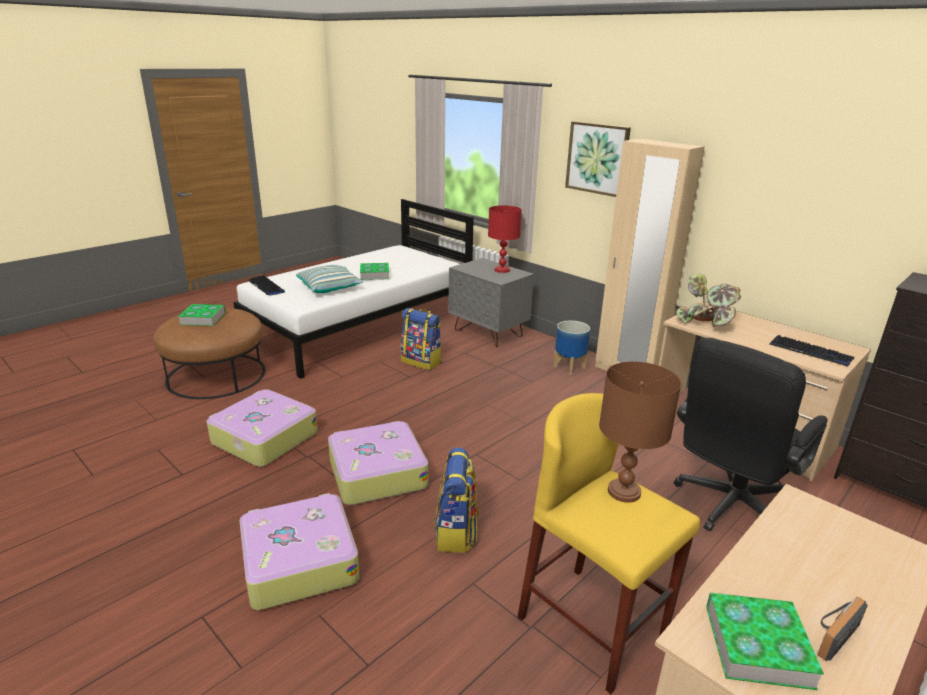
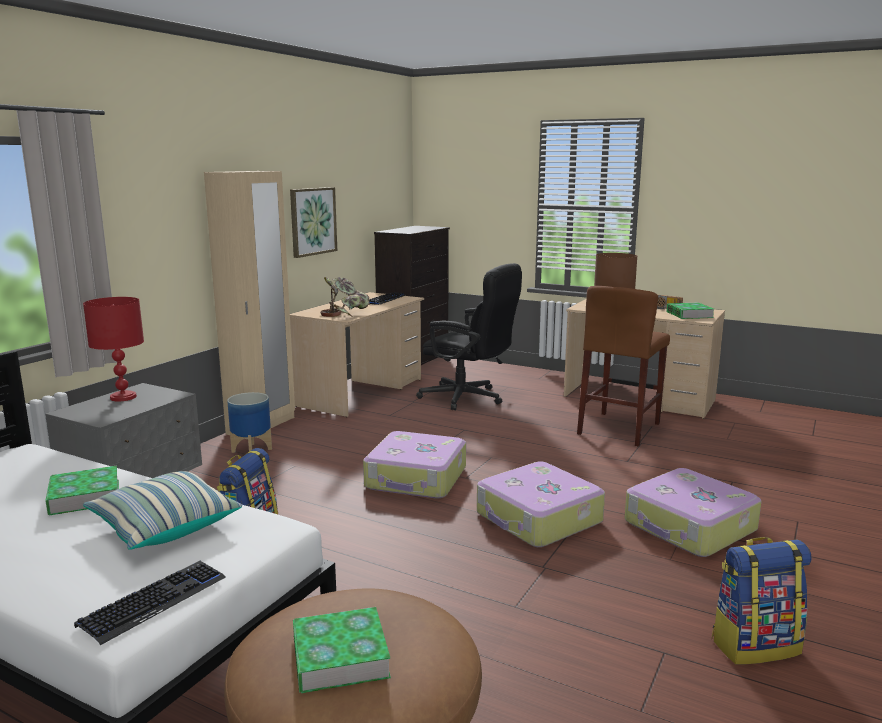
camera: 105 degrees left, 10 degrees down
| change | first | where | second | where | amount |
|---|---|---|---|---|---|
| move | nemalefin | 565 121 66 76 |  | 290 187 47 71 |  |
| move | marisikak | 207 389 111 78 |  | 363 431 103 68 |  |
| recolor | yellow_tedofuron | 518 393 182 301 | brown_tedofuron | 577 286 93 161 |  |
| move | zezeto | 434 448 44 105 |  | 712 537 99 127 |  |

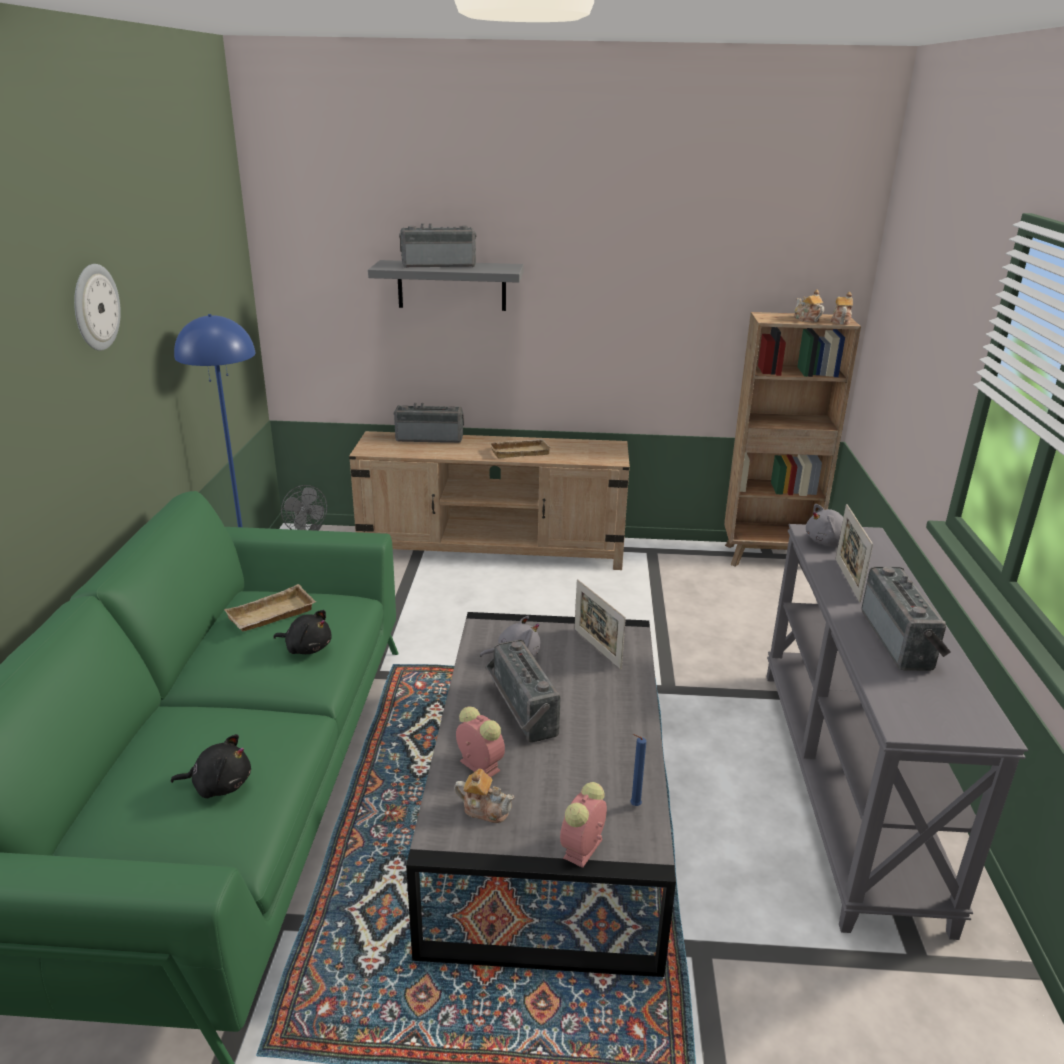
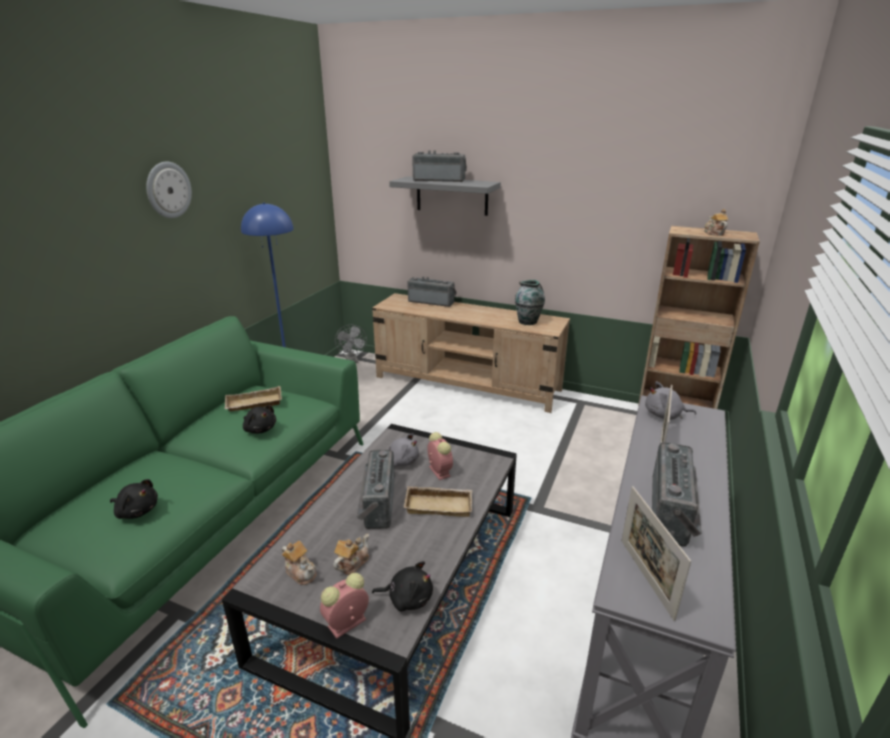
camera: 20 degrees right, 0 degrees up
| change | first | where | second | where | amount |
|---|---|---|---|---|---|
| move | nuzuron | 830 292 23 33 |  | 333 534 36 41 |  |
| replace | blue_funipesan | 630 734 16 72 | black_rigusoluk | 372 561 61 51 |  |
| move | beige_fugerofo | 489 439 62 19 |  | 404 486 68 31 |  |
| move | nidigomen | 456 706 49 71 |  | 427 432 26 48 |  |
| insert |  |  | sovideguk | 515 280 30 45 |  |
| move | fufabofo | 575 579 51 90 |  | 621 486 70 135 |  |

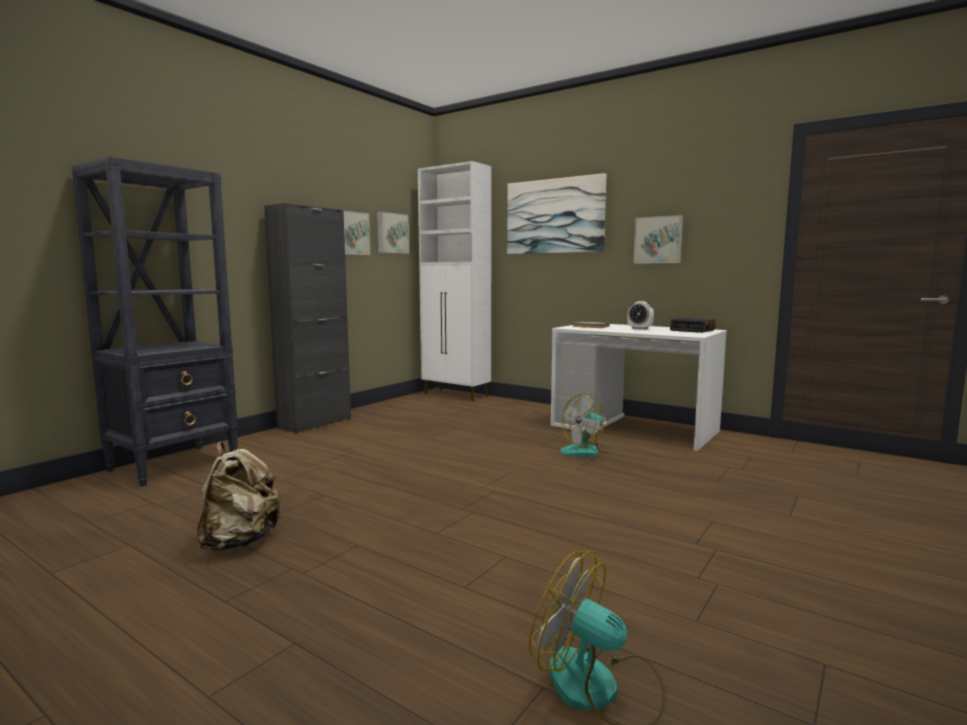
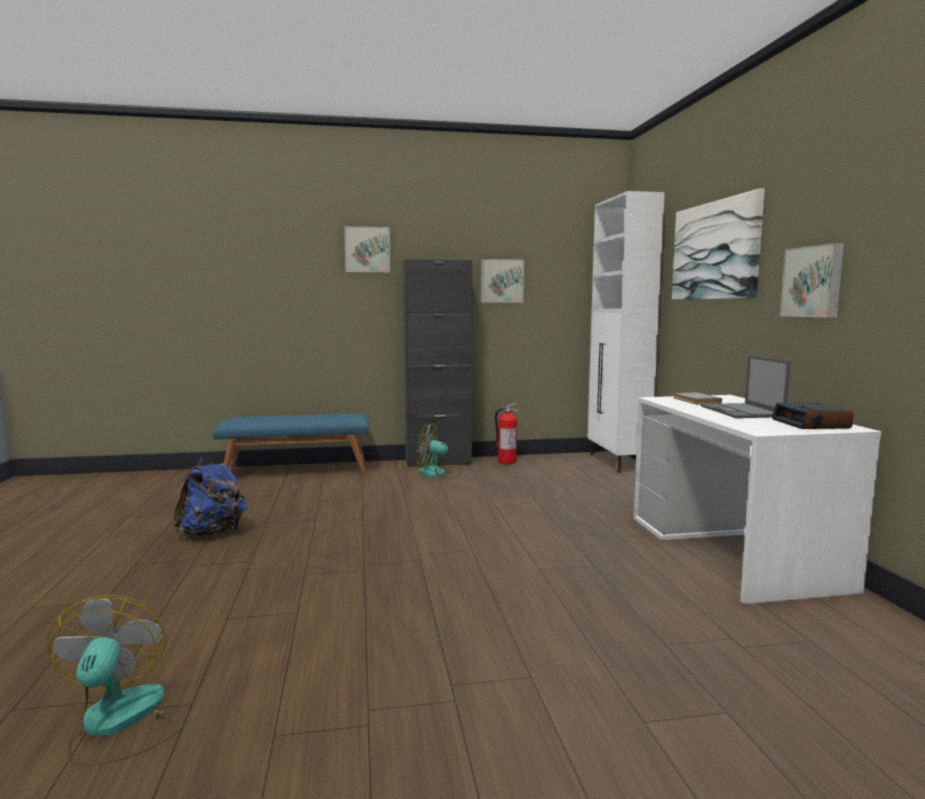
camera: 45 degrees right, 0 degrees up
| change | first | where | second | where | amount |
|---|---|---|---|---|---|
| recolor | beige_zezeto | 197 441 85 110 | blue_zezeto | 173 455 75 81 |  |
| replace | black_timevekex | 72 157 166 330 | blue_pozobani | 213 414 156 62 |  |
| move | nemalefin | 377 211 32 43 |  | 344 226 46 47 |  |
| move | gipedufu | 560 393 52 64 |  | 416 423 46 55 |  |
| insert |  |  | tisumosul | 495 403 24 61 |  |
| replace | nidigomen | 627 301 27 29 | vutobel | 701 355 90 63 |  |

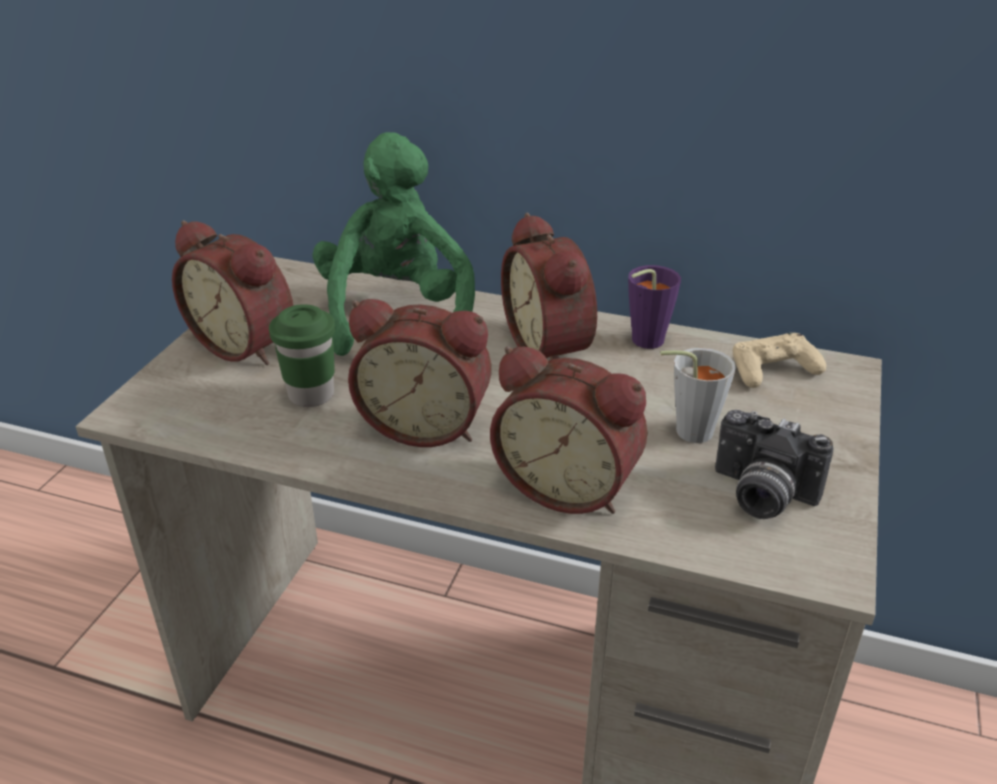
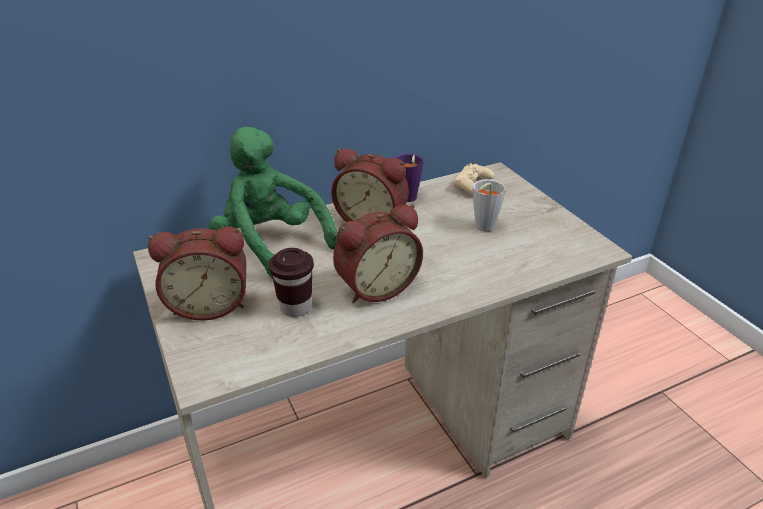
camera: 45 degrees left, 0 degrees up
| change | first | where | second | where | amount |
|---|---|---|---|---|---|
| recolor | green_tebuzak | 269 304 66 103 | brown_tebuzak | 269 248 45 69 |  |
| delete | nidigomen | 490 346 157 168 |  |  |  |
| delete | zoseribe | 715 410 119 109 |  |  |  |

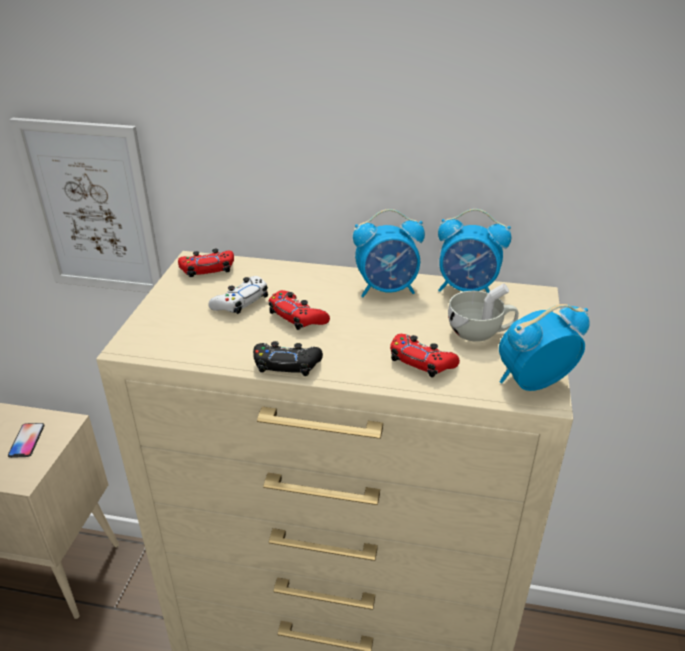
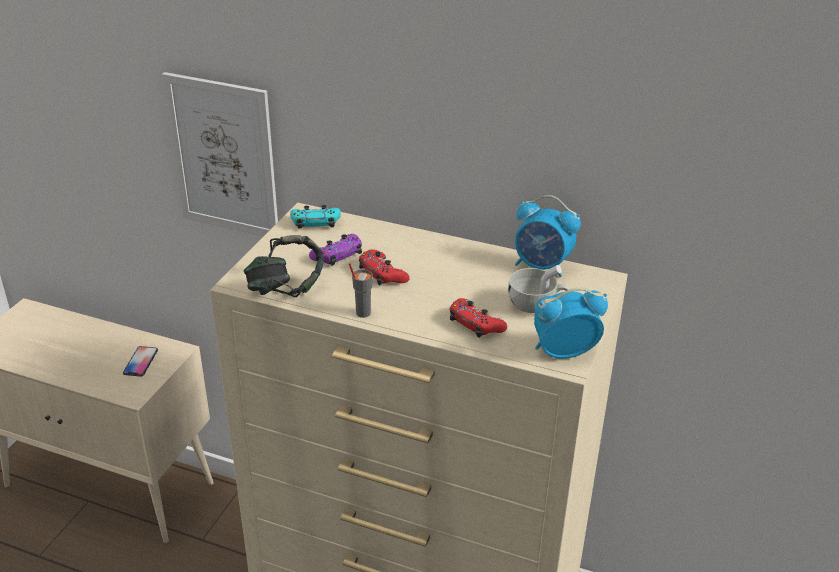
camera: 10 degrees right, 0 degrees up
| change | first | where | second | where | amount |
|---|---|---|---|---|---|
| insert |  |  | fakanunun | 244 235 80 62 |  |
| recolor | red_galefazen | 178 249 56 28 | turquoise_galefazen | 290 205 51 24 |  |
| recolor | white_galefazen | 208 276 60 38 | purple_galefazen | 309 234 53 32 |  |
| replace | black_galefazen | 253 341 70 35 | grey_tebuzak | 349 263 24 55 |  |
| delete | nidigomen | 353 209 72 88 |  |  |  |

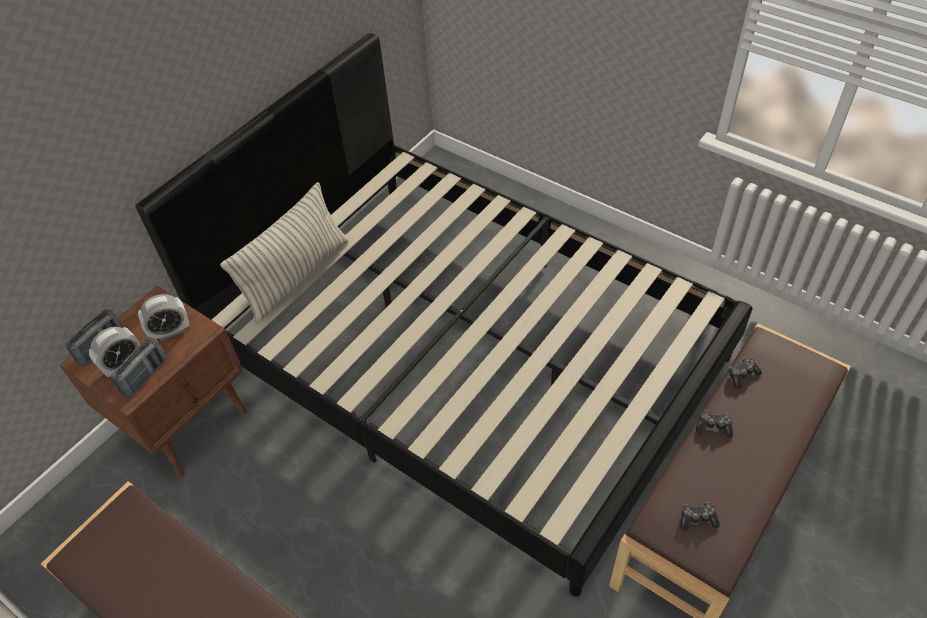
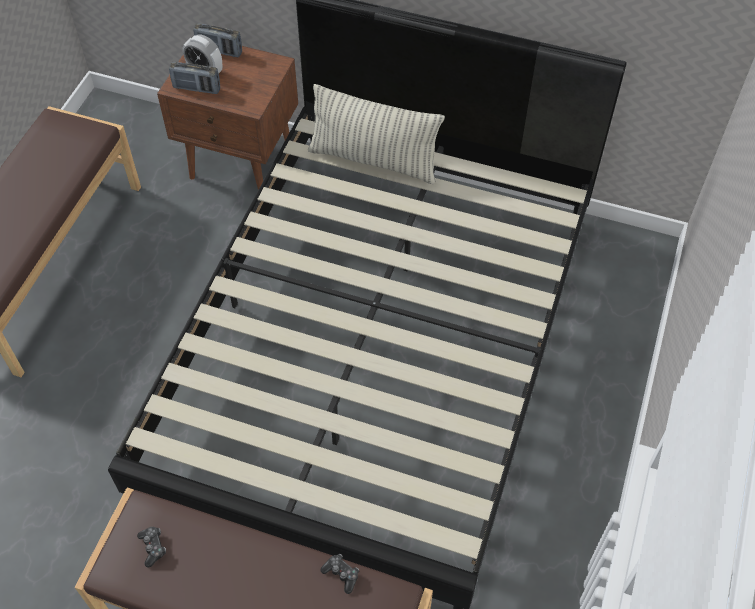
camera: 70 degrees right, 5 degrees up
| change | first | where | second | where | amount |
|---|---|---|---|---|---|
| delete | nidigomen | 138 294 52 47 |  |  |  |
| delete | galefazen | 696 410 37 28 |  |  |  |

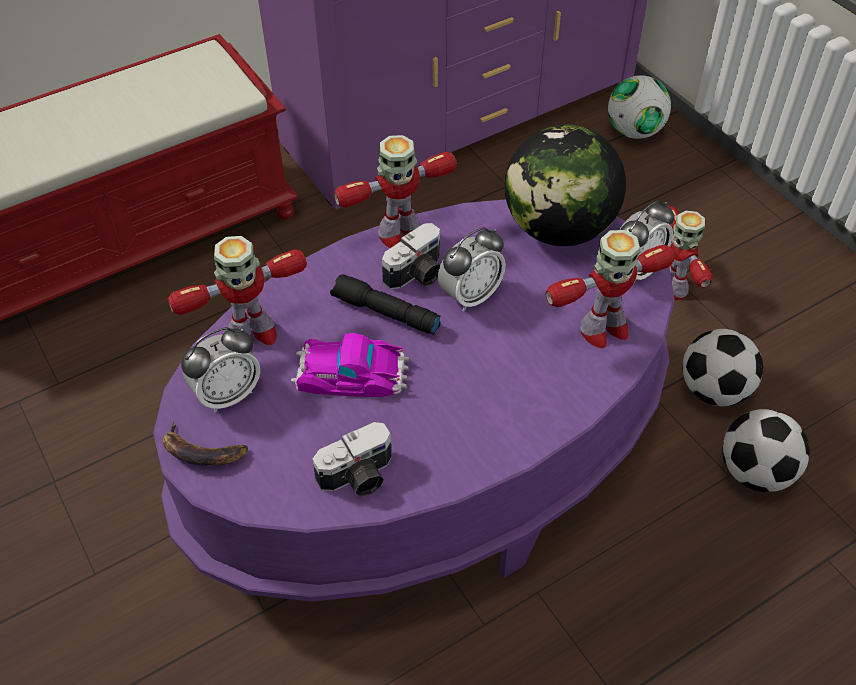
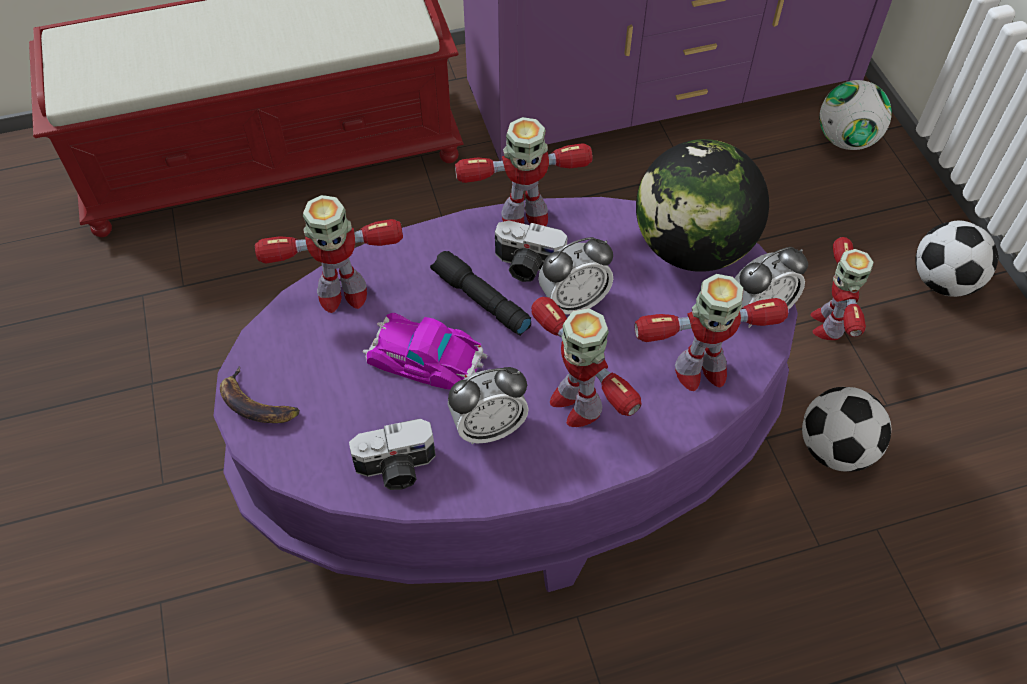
camera: 15 degrees right, 5 degrees up
| change | first | where | second | where | amount |
|---|---|---|---|---|---|
| move | nidigomen | 181 327 79 85 |  | 448 367 81 77 |  |
| rotate | zoseribe | 382 223 58 67 |  | 495 220 73 62 | 45 degrees clockwise |
| insert |  |  | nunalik | 531 297 111 130 |  |
| move | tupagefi | 722 409 88 83 |  | 915 221 83 76 |  |

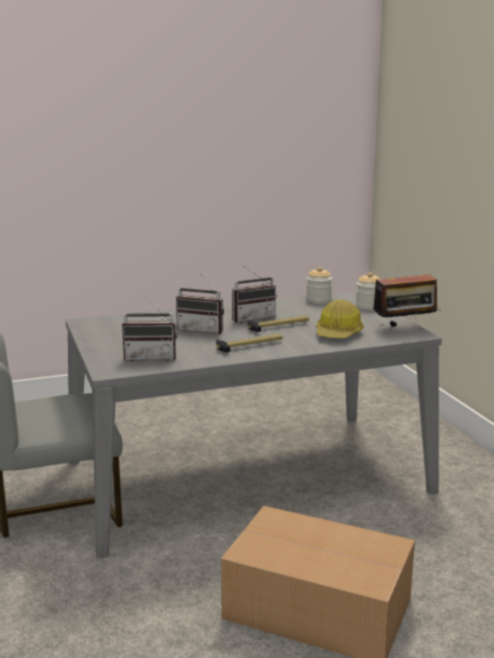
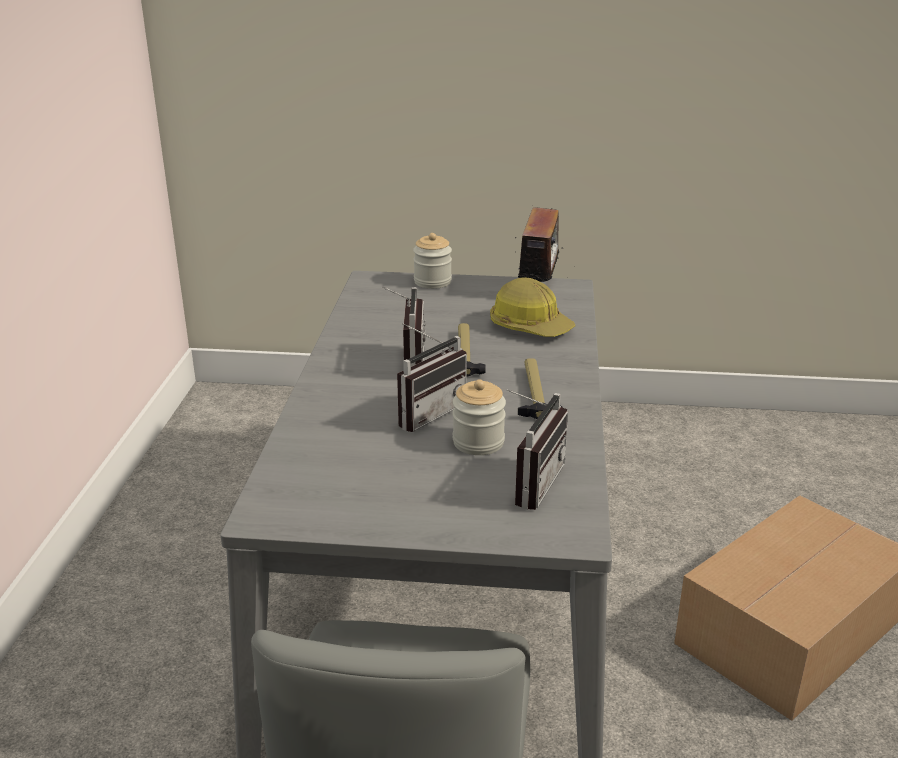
camera: 65 degrees left, 10 degrees up
| change | first | where | second | where | amount |
|---|---|---|---|---|---|
| move | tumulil | 306 267 26 37 |  | 452 379 54 76 |  |

